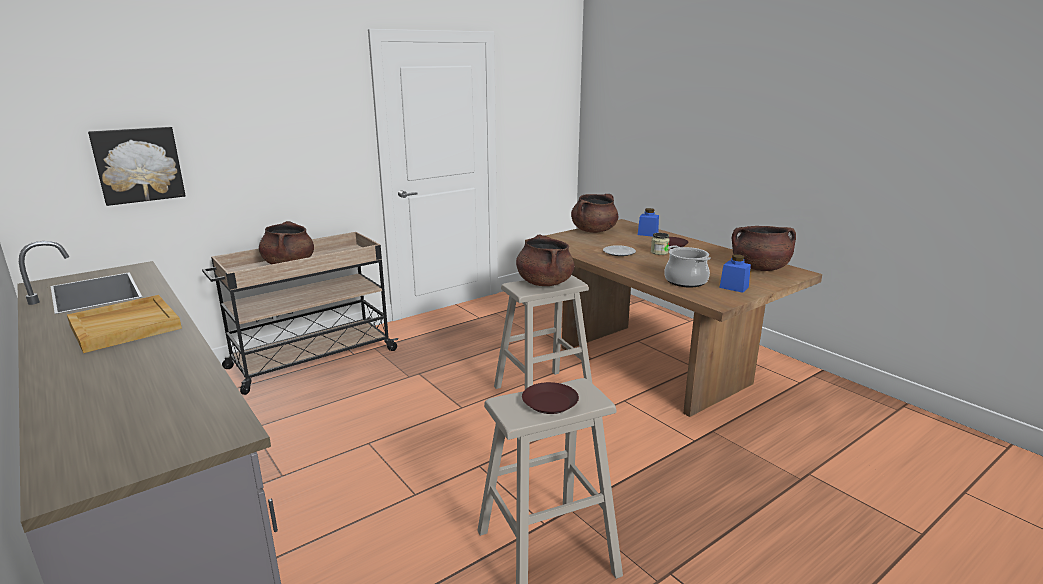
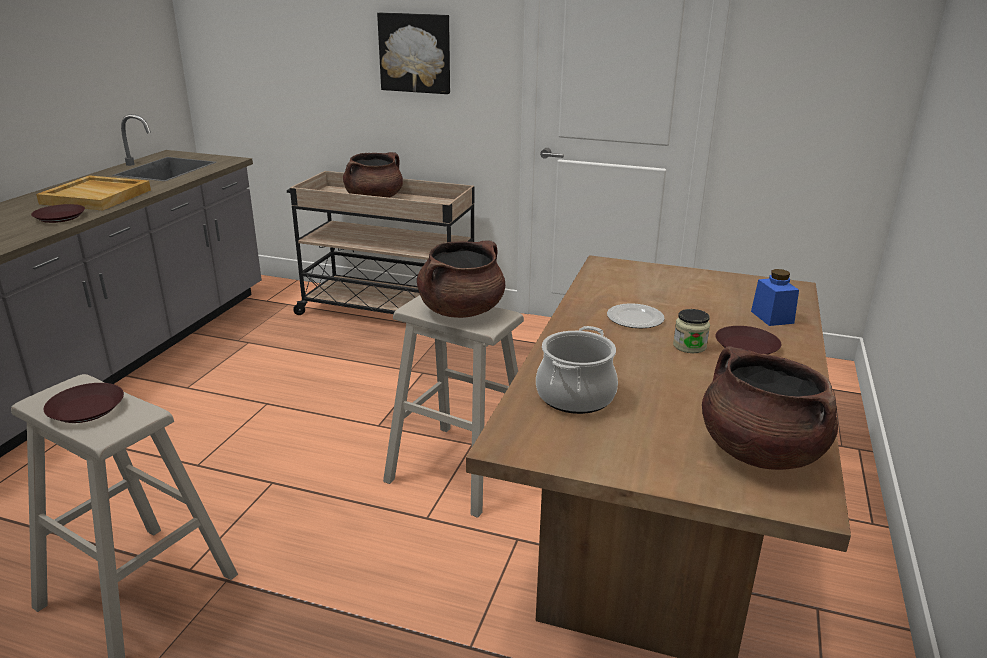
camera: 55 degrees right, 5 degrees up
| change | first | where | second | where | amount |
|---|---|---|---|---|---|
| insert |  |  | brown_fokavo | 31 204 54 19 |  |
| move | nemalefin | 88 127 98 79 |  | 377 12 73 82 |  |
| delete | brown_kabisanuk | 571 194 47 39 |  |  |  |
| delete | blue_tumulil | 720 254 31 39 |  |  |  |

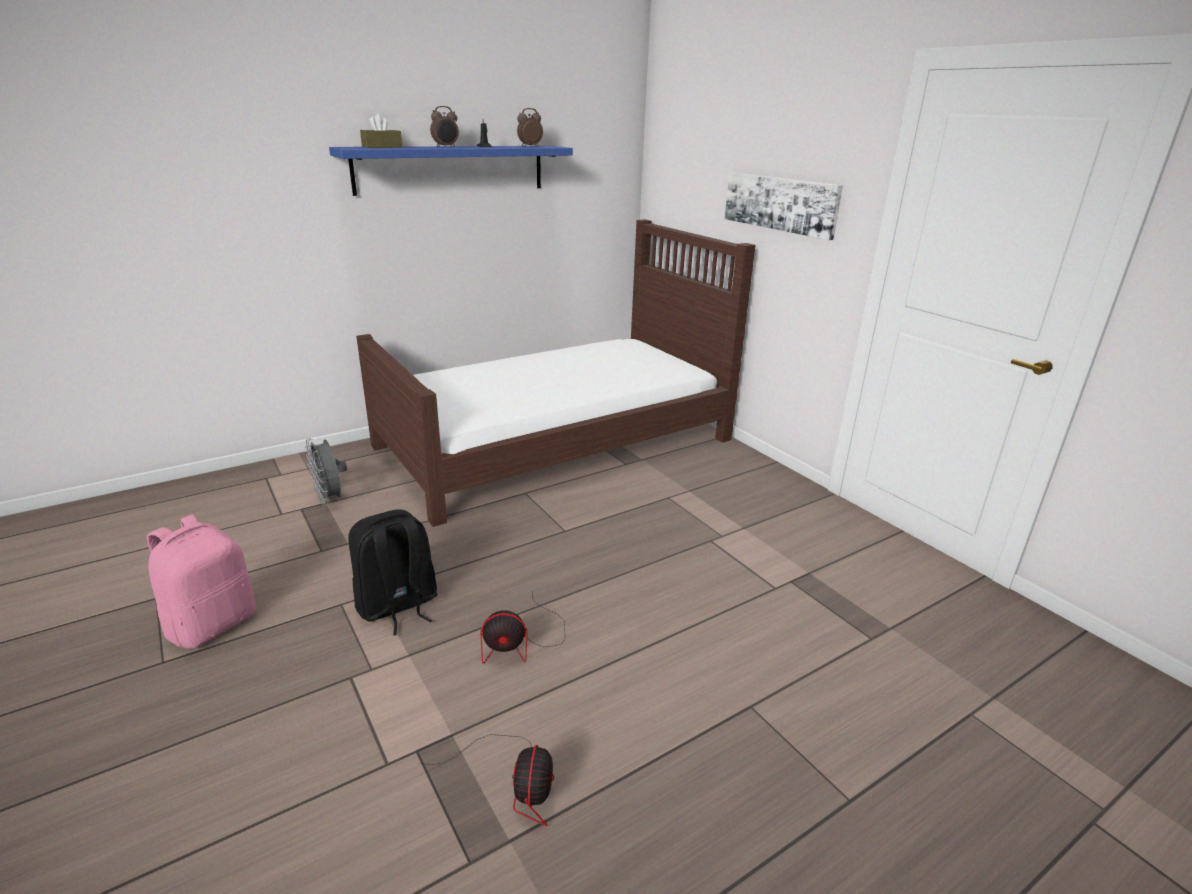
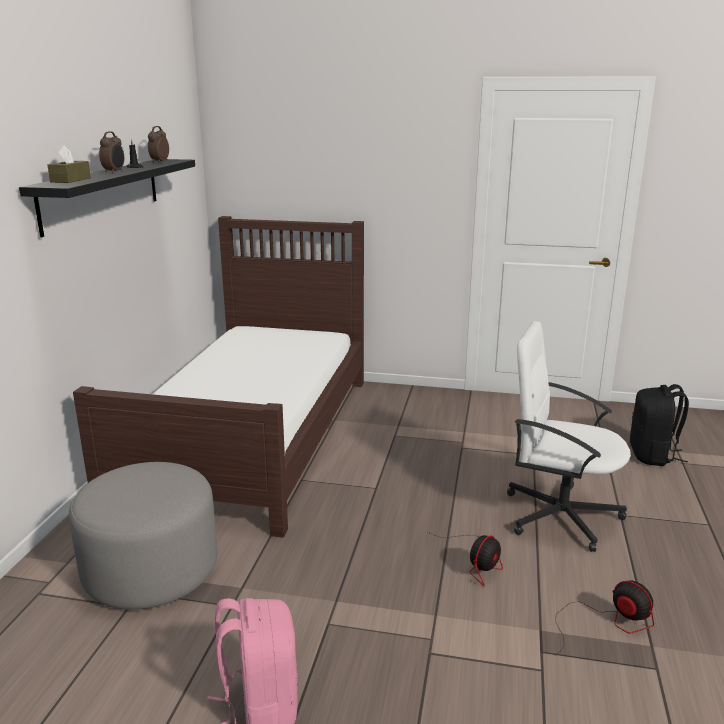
camera: 45 degrees left, 5 degrees down
| change | first | where | second | where | amount |
|---|---|---|---|---|---|
| recolor | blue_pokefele | 329 146 244 50 | black_pokefele | 19 159 176 78 |  |
| replace | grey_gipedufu | 305 438 42 68 | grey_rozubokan | 69 462 148 148 |  |
| insert |  |  | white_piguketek | 507 321 124 231 |  |
| move | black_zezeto | 348 509 90 127 |  | 630 384 59 82 |  |
| delete | nemalefin | 725 172 118 68 |  |  |  |

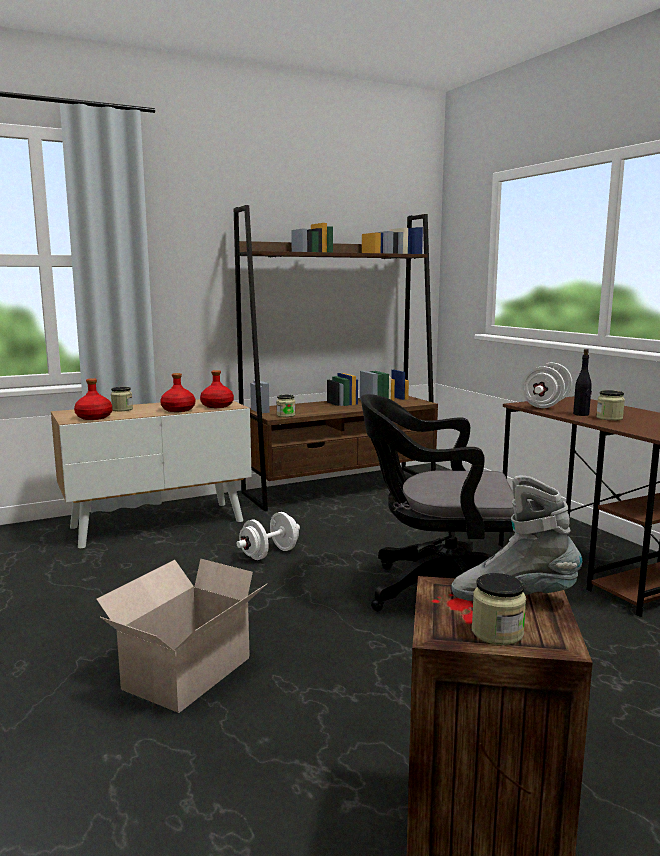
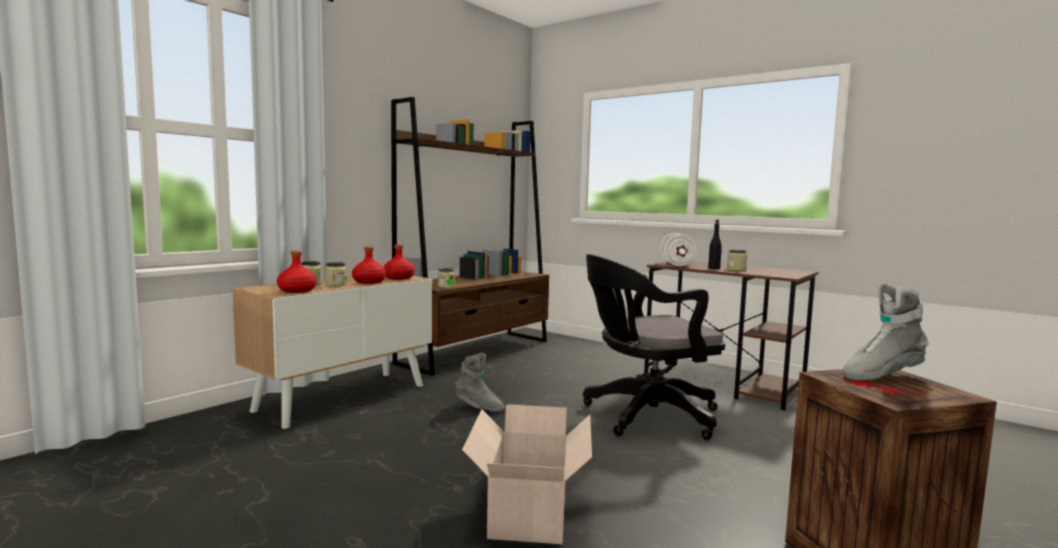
camera: 25 degrees left, 5 degrees down
| change | first | where | second | where | amount |
|---|---|---|---|---|---|
| move | tumulil | 472 573 54 72 |  | 325 262 22 25 |  |
| replace | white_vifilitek | 237 512 63 48 | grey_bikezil | 456 353 49 59 |  |

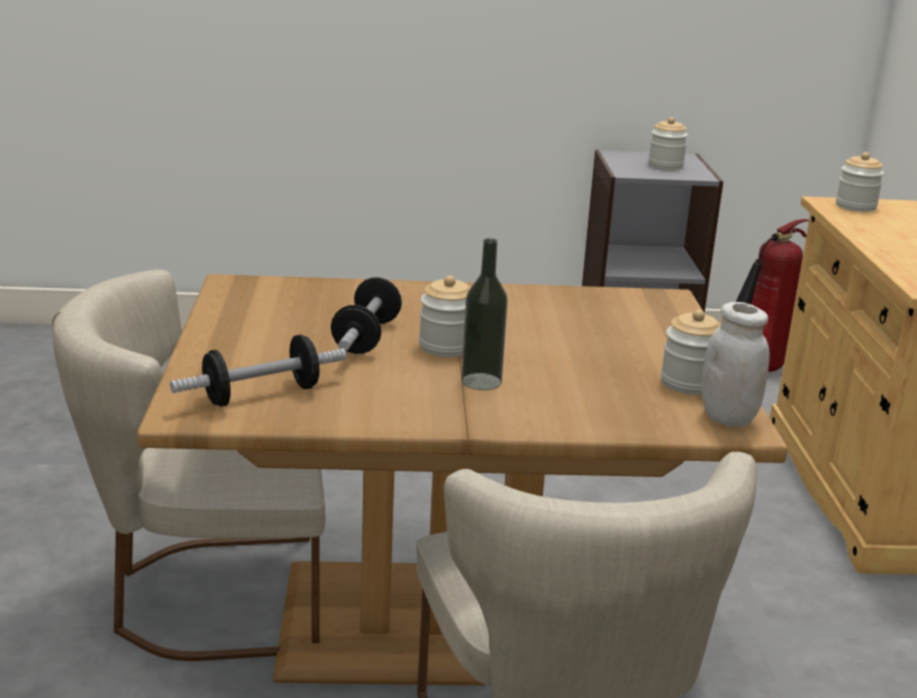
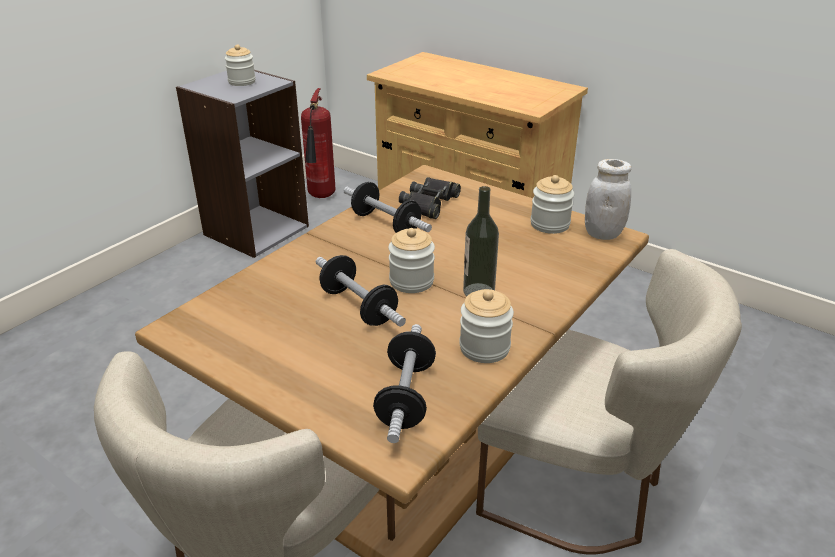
camera: 50 degrees left, 10 degrees up
| change | first | where | second | where | amount |
|---|---|---|---|---|---|
| insert |  |  | vifilitek | 344 182 88 51 |  |
| insert |  |  | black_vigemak | 399 177 62 42 |  |
| move | tumulil | 836 152 48 60 |  | 459 289 55 74 |  |

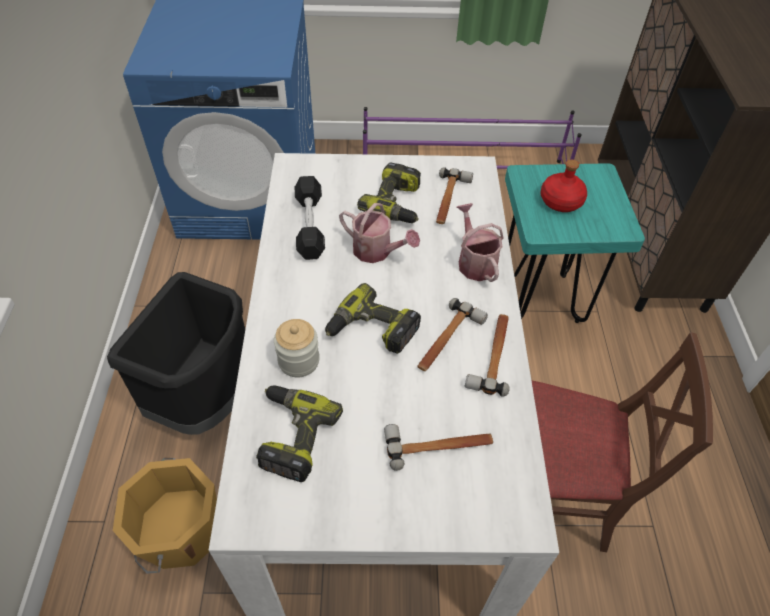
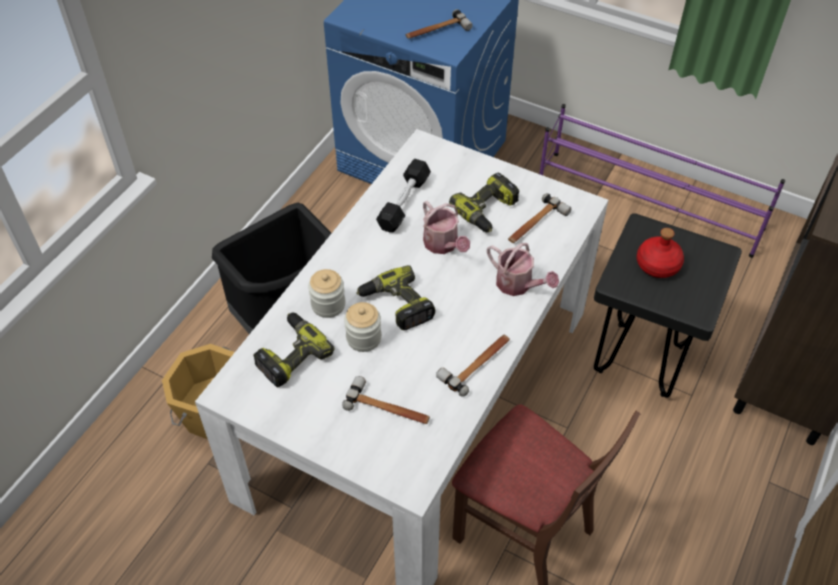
camera: 30 degrees right, 0 degrees up
| change | first | where | second | where | amount |
|---|---|---|---|---|---|
| insert |  |  | tumulil | 344 302 38 50 |  |
| move | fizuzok | 417 298 71 73 |  | 405 9 68 30 |  |
| rotate | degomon | 457 203 46 79 |  | 487 243 72 53 | 120 degrees clockwise |
| recolor | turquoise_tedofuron | 505 163 140 160 | black_tedofuron | 594 213 148 185 |  |

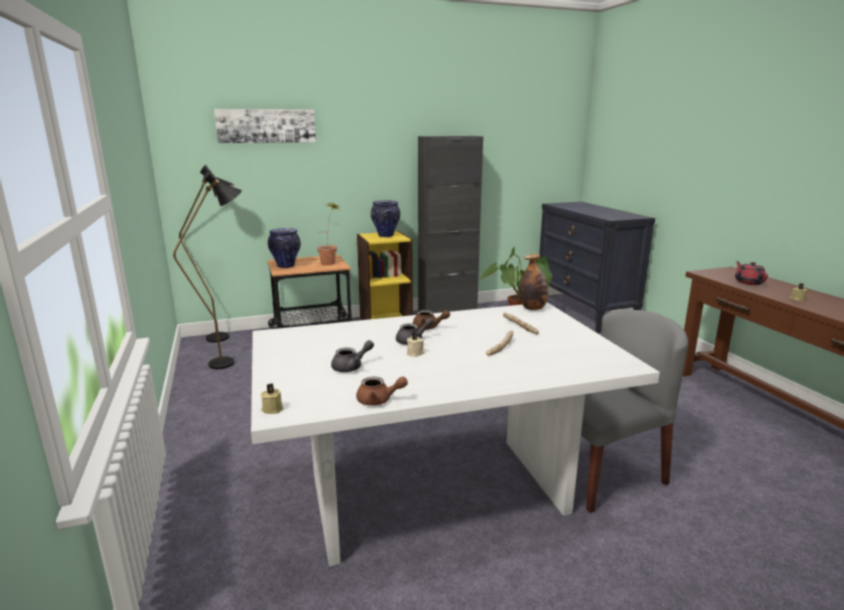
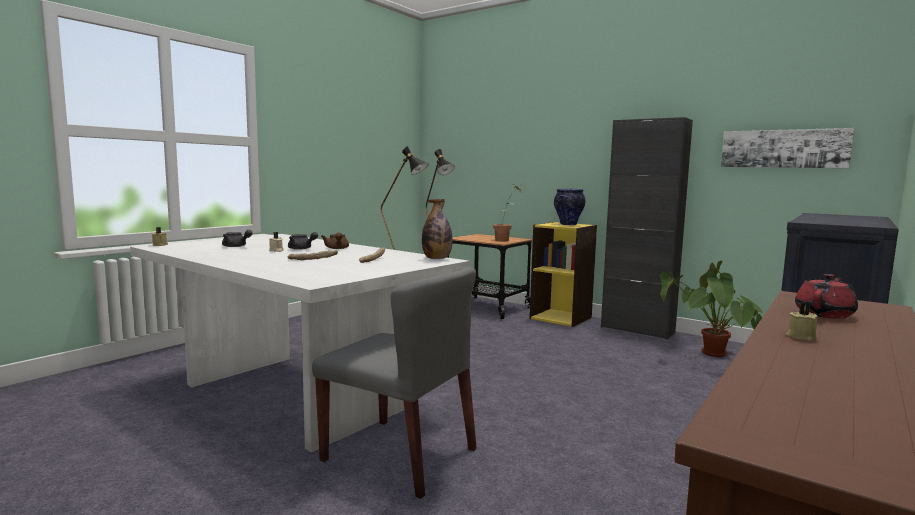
camera: 55 degrees right, 10 degrees down
| change | first | where | second | where | amount |
|---|---|---|---|---|---|
| move | nemalefin | 214 109 102 34 |  | 721 128 133 40 |  |
| delete | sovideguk | 268 228 33 40 |  |  |  |
| delete | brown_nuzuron | 356 377 52 28 |  |  |  |

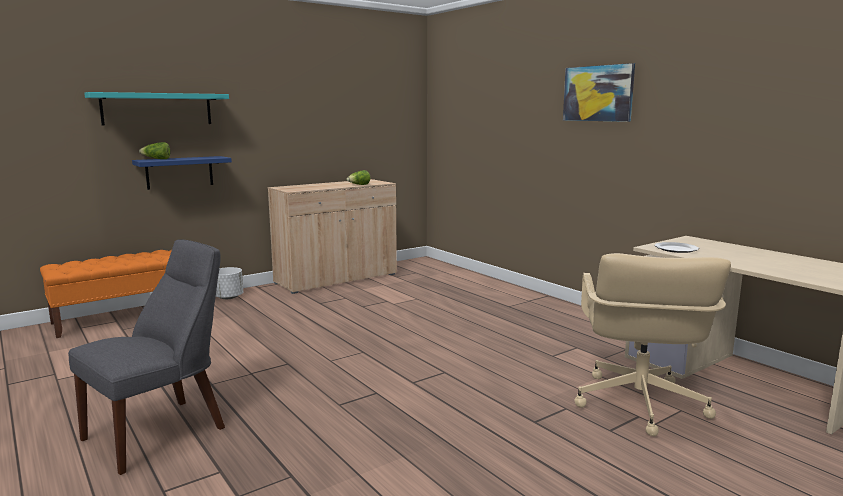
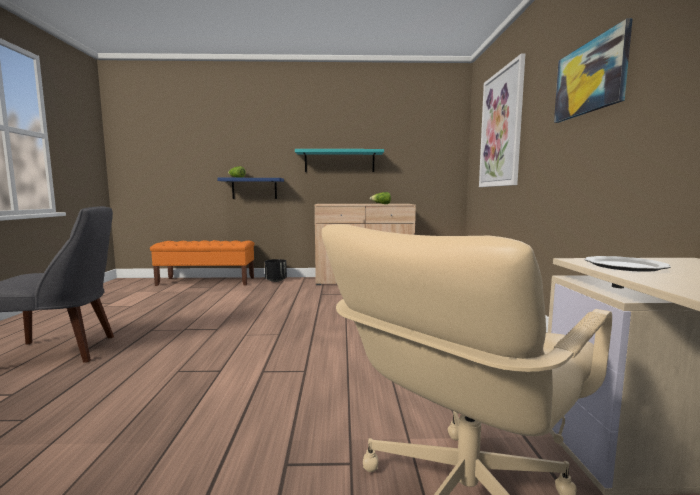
camera: 35 degrees right, 5 degrees down
| change | first | where | second | where | amount |
|---|---|---|---|---|---|
| recolor | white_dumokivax | 216 267 27 32 | black_dumokivax | 265 259 22 23 |  |
| move | turquoise_pokefele | 84 92 145 34 |  | 295 149 89 23 |  |
| insert |  |  | nemalefin | 479 53 46 134 |  |

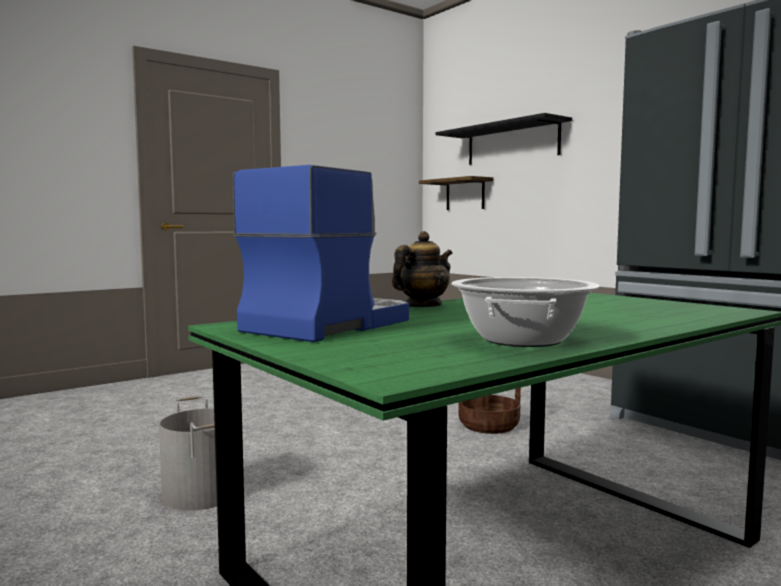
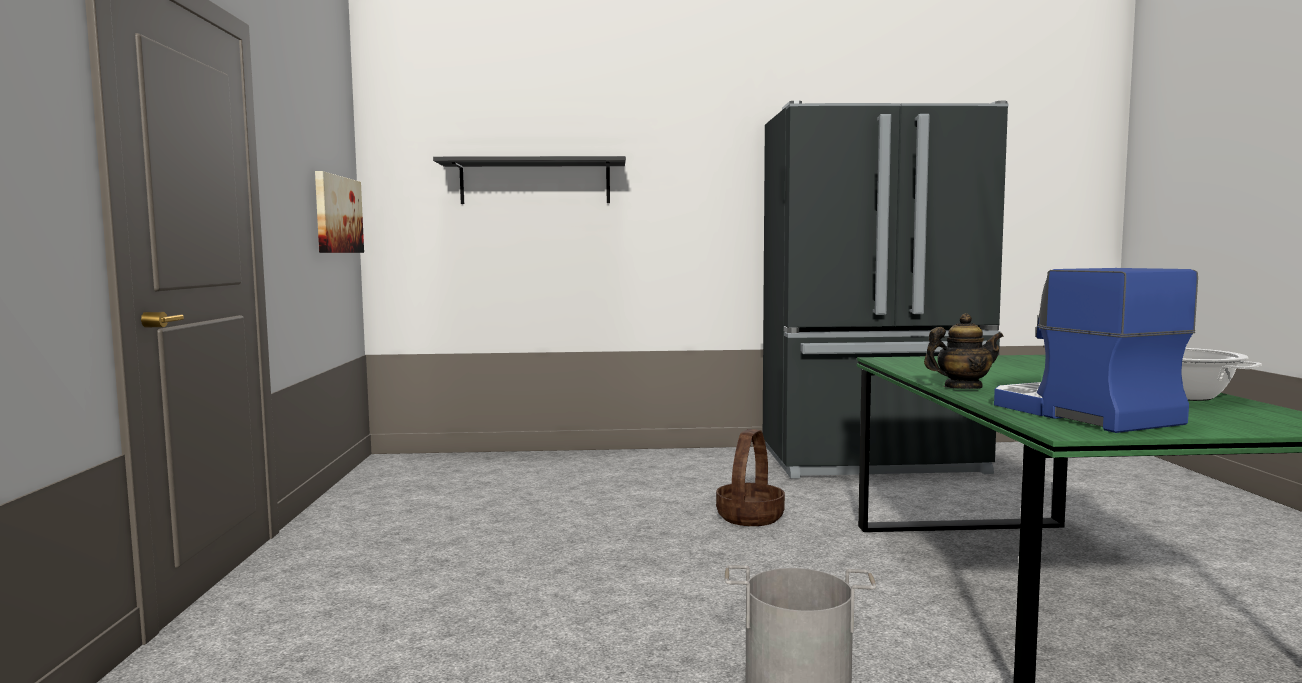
camera: 55 degrees left, 0 degrees up
| change | first | where | second | where | amount |
|---|---|---|---|---|---|
| insert |  |  | nemalefin | 315 171 49 82 |  |
| rotate | nuzuron | 392 231 60 76 |  | 924 313 79 76 | 90 degrees clockwise |
| delete | pokefele | 419 176 74 34 |  |  |  |

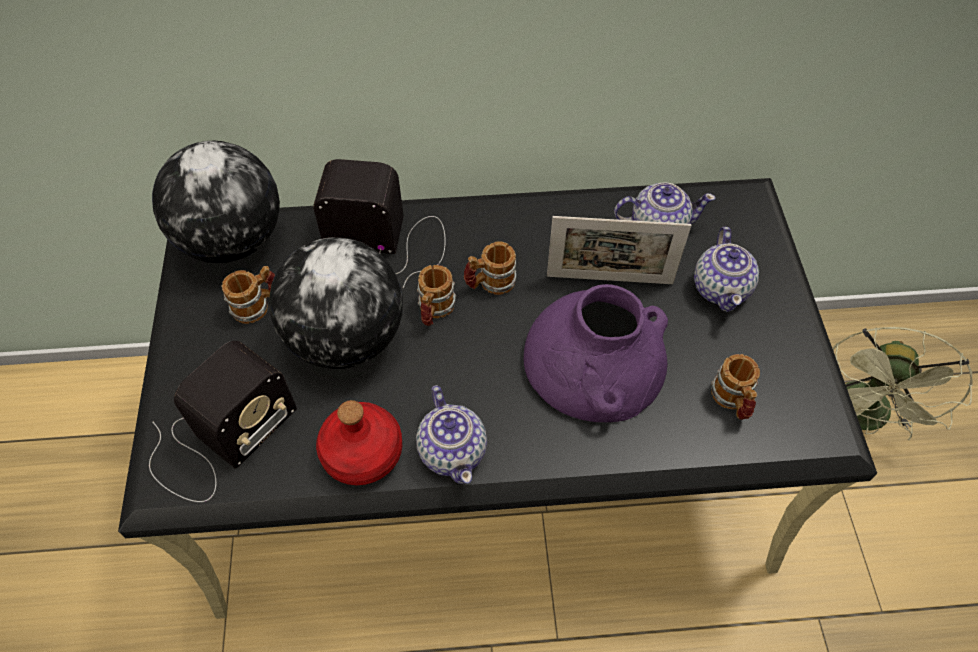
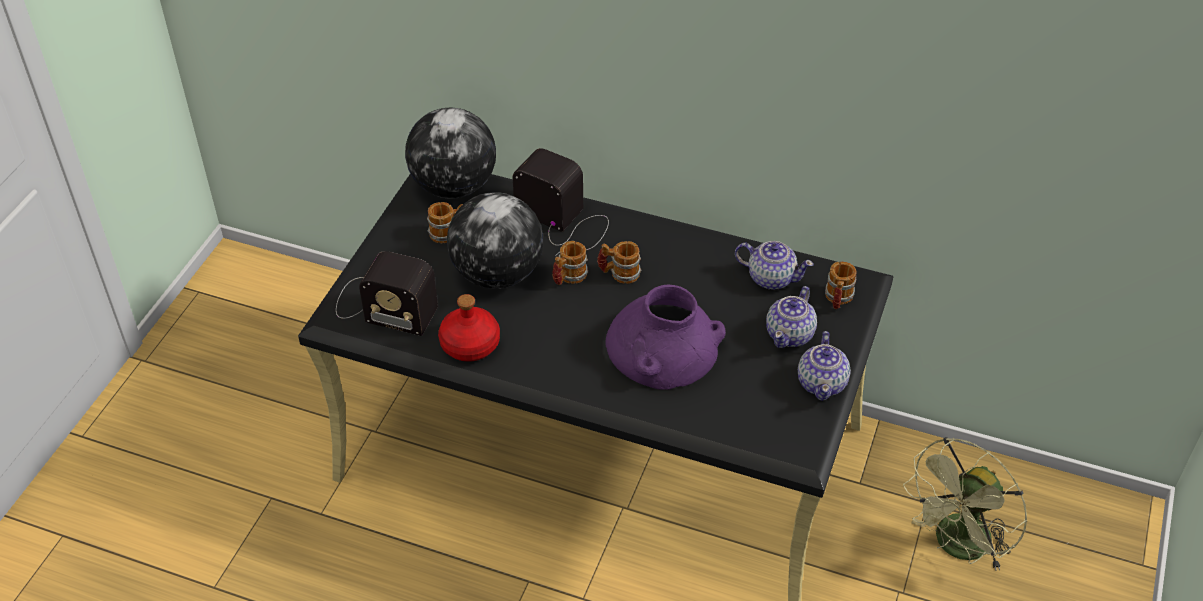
camera: 25 degrees right, 10 degrees down
| change | first | where | second | where | amount |
|---|---|---|---|---|---|
| rotate | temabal | 149 341 148 161 |  | 336 251 102 85 | 45 degrees clockwise |
| move | nuzuron | 416 385 71 99 |  | 798 331 53 70 |  |
| move | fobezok | 711 354 49 66 |  | 825 262 32 47 |  |
| delete | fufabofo | 547 216 144 68 |  |  |  |

